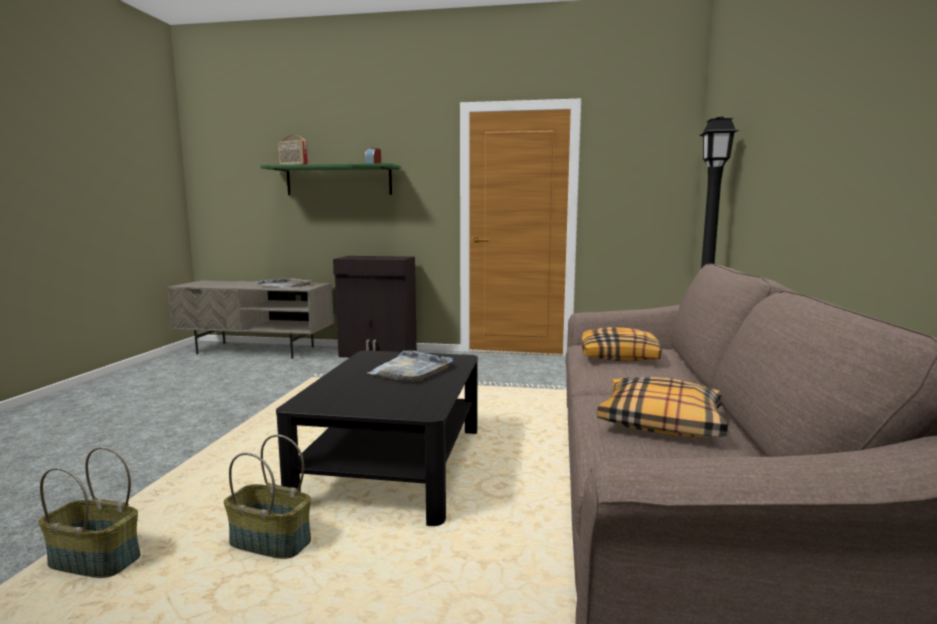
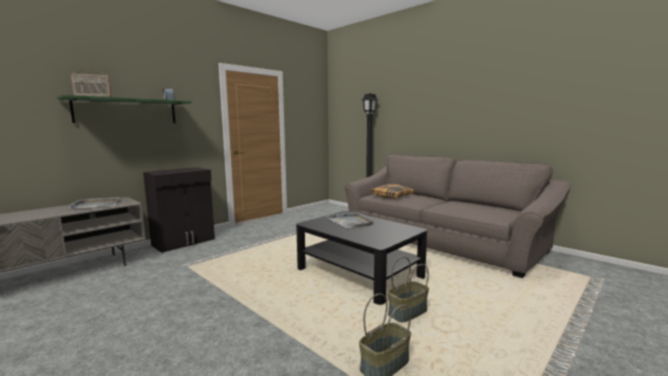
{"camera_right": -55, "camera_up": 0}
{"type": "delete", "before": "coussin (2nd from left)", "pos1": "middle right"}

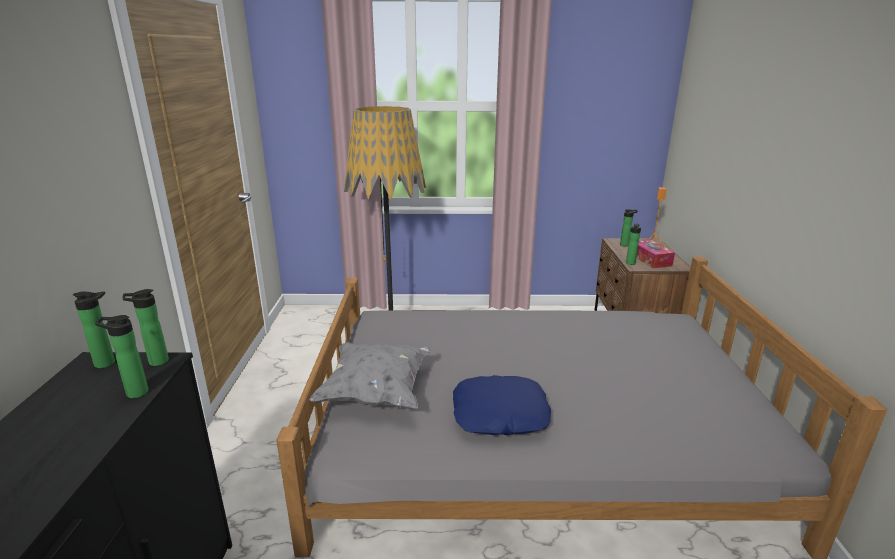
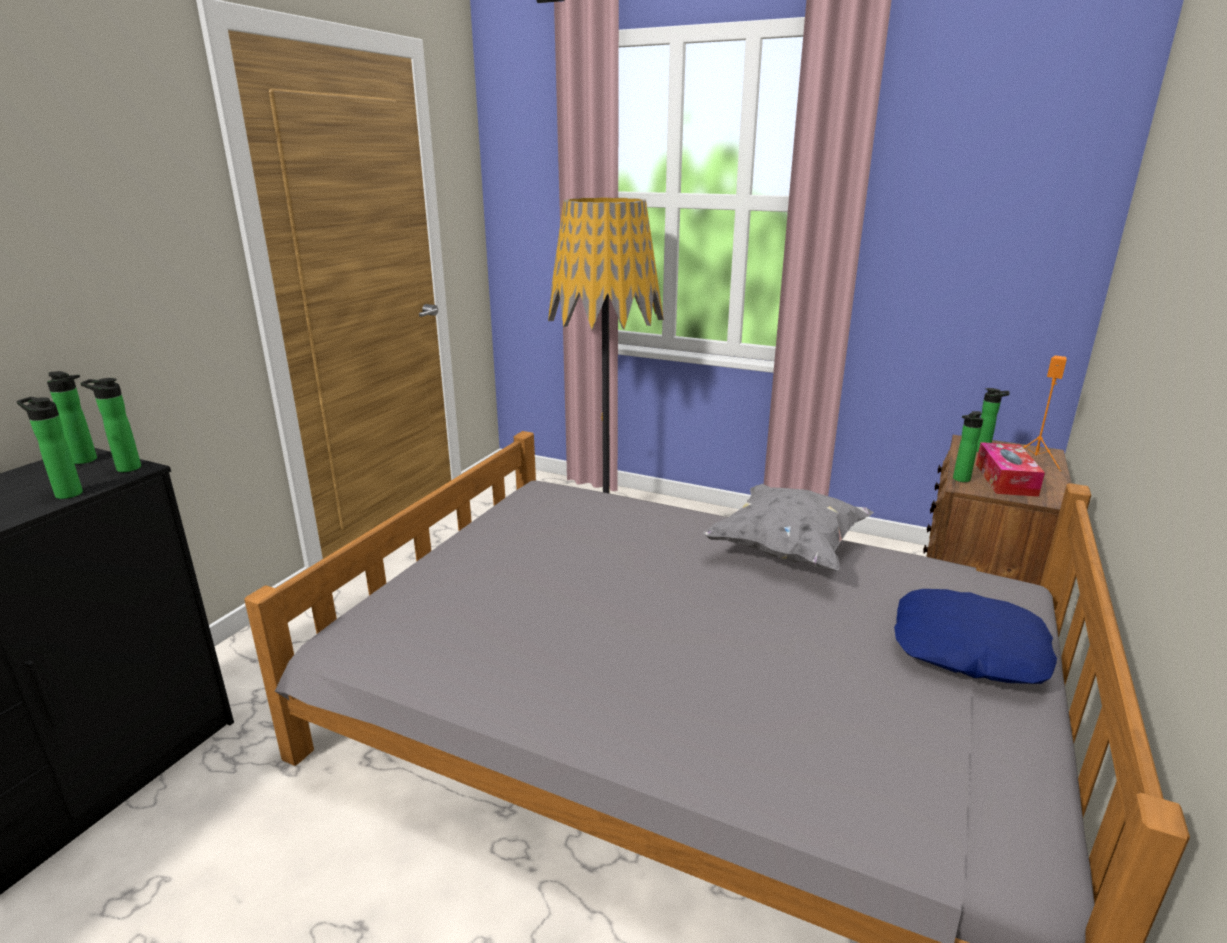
{"camera_right": 25, "camera_up": 0}
{"type": "move", "before": "coussin (gris)", "pos1": "bottom centre", "pos2": "centre"}
{"type": "move", "before": "coussin (bleu)", "pos1": "bottom centre", "pos2": "bottom right"}

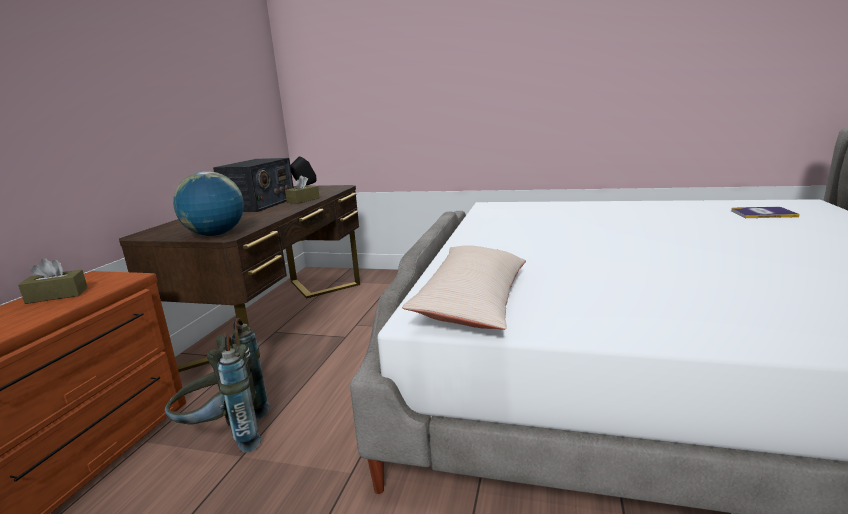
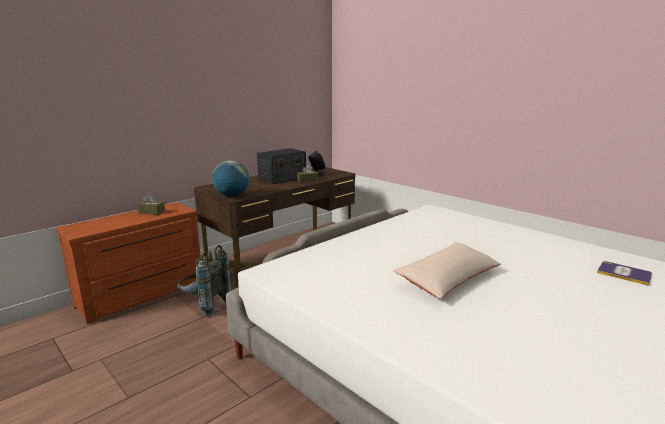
{"camera_right": 30, "camera_up": 0}
{"type": "move", "before": "coussin (beige)", "pos1": "centre", "pos2": "middle right"}

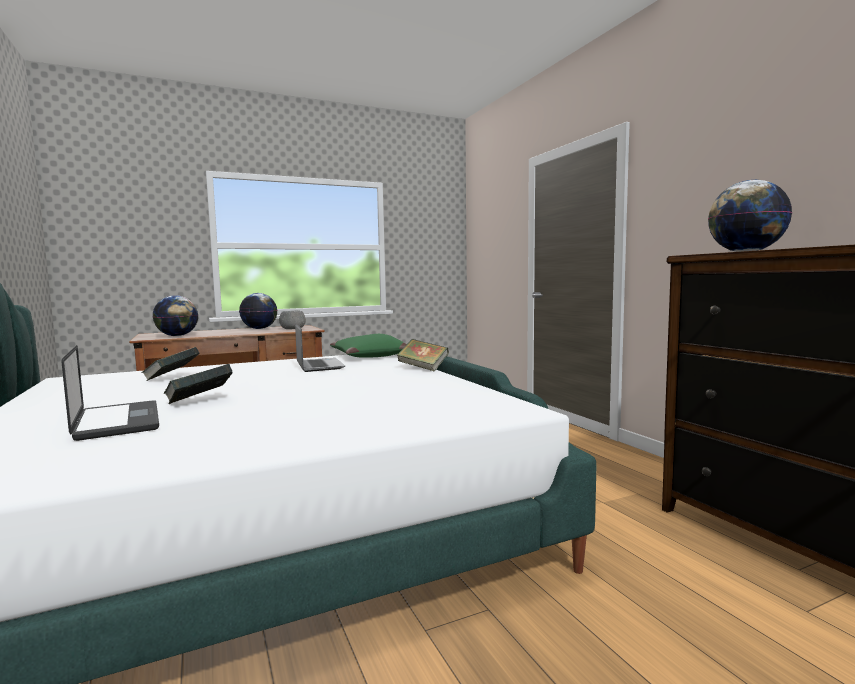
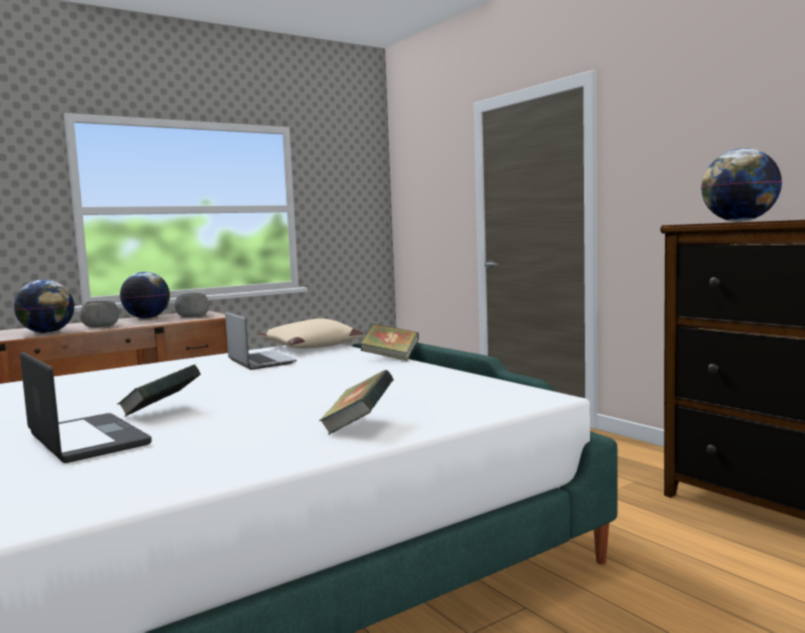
{"camera_right": -10, "camera_up": 0}
{"type": "insert", "after": "bol (gris) (1st from left)", "pos2": "middle left"}
{"type": "move", "before": "livre (1st from left in the first image)", "after": "livre (2nd from left)", "pos1": "middle left", "pos2": "centre"}
{"type": "recolor", "before": "coussin (vert)", "after": "coussin (beige)", "pos1": "centre", "pos2": "centre"}

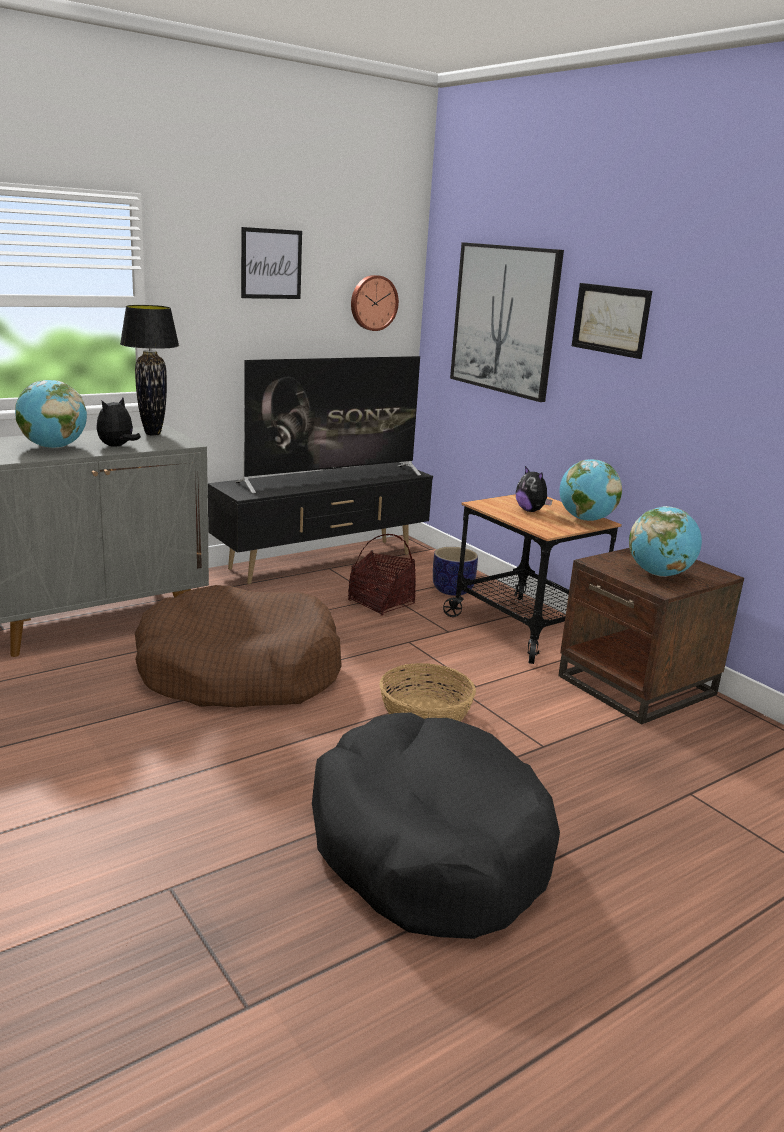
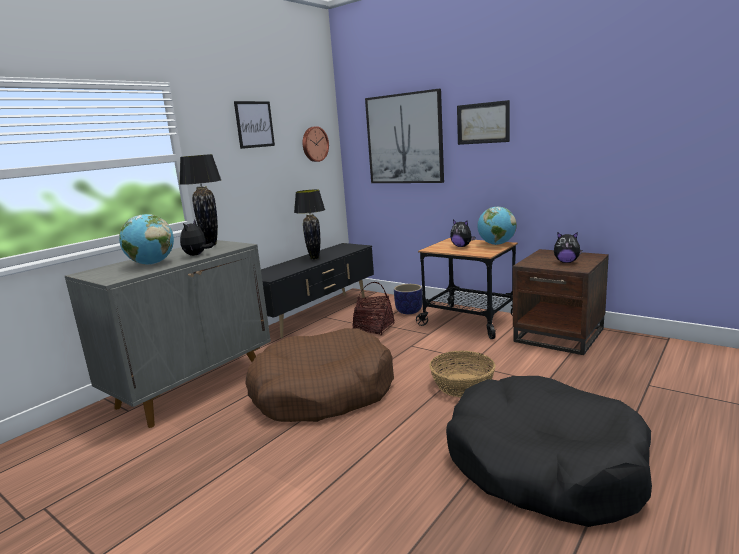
{"camera_right": -15, "camera_up": -5}
{"type": "replace", "before": "téléviseur", "after": "lampe de table (noir) (2nd from left)", "pos1": "centre", "pos2": "centre"}
{"type": "replace", "before": "globe (3rd from left)", "after": "peluche (3rd from left)", "pos1": "middle right", "pos2": "middle right"}

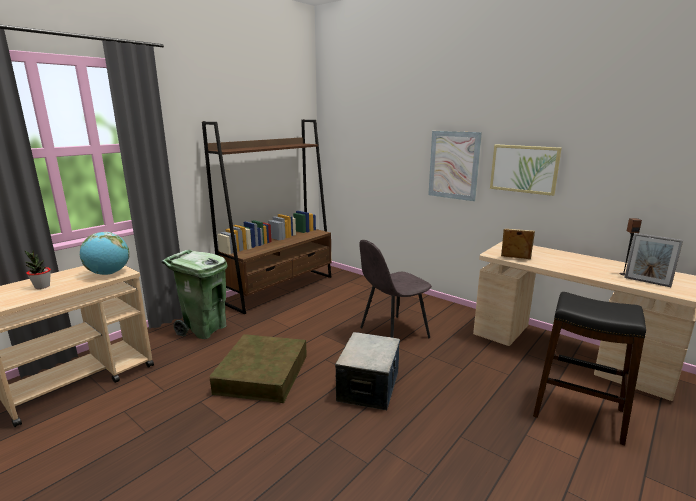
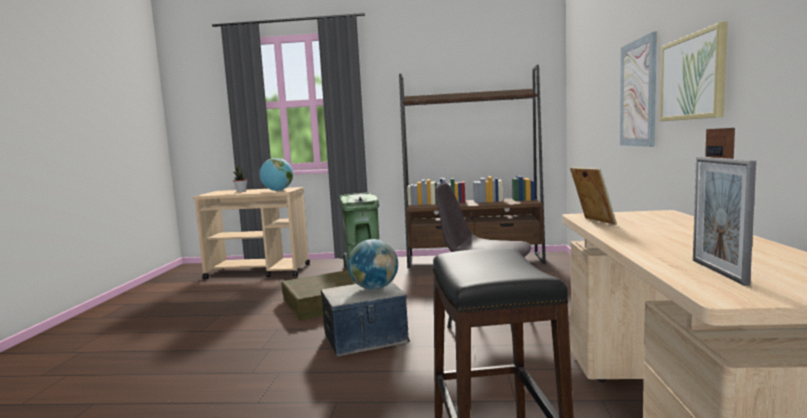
{"camera_right": 55, "camera_up": -10}
{"type": "insert", "after": "globe (2nd from left)", "pos2": "centre"}

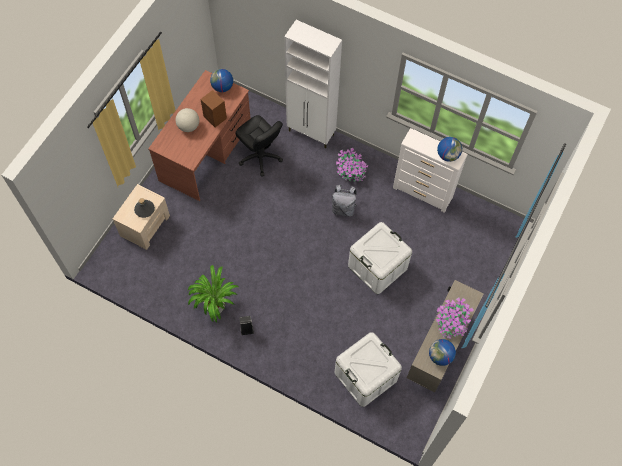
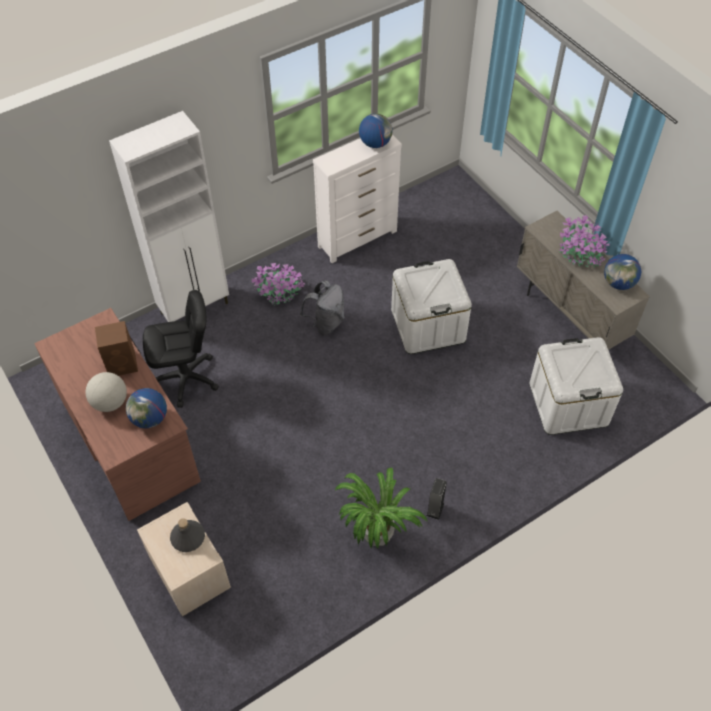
{"camera_right": -60, "camera_up": -10}
{"type": "move", "before": "globe (2nd from left)", "pos1": "top centre", "pos2": "middle left"}

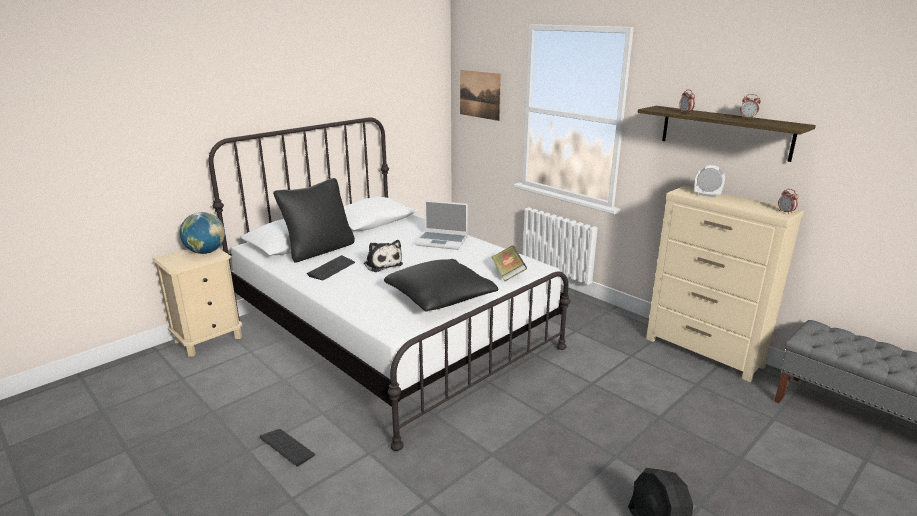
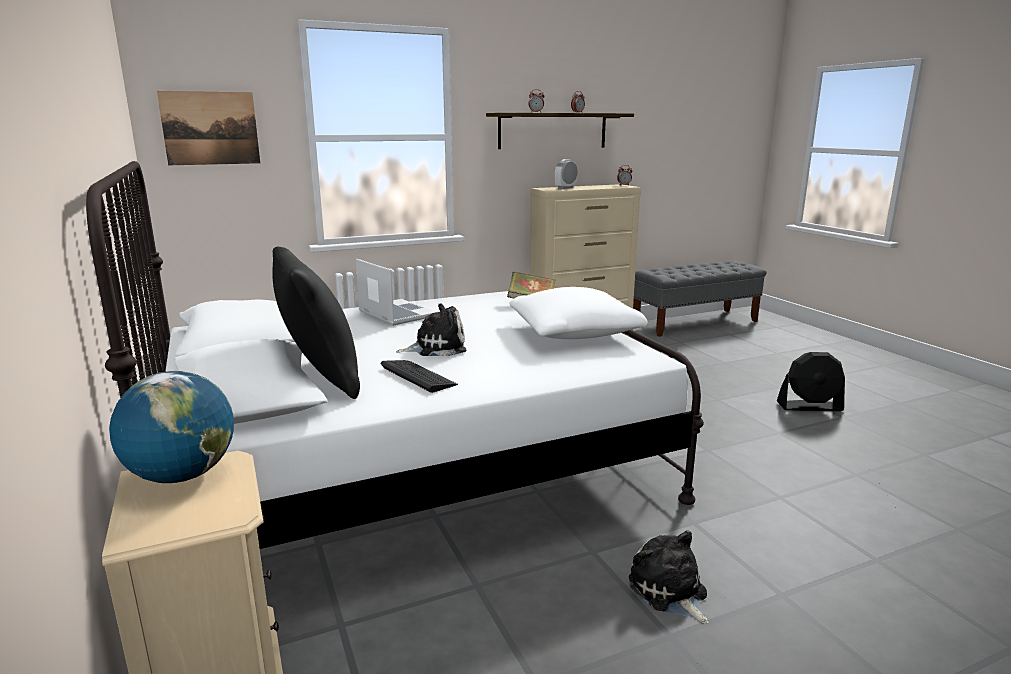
{"camera_right": -70, "camera_up": -5}
{"type": "replace", "before": "clavier (1st from left)", "after": "peluche (2nd from left)", "pos1": "bottom left", "pos2": "bottom centre"}
{"type": "recolor", "before": "coussin (noir) (2nd from left)", "after": "coussin (blanc)", "pos1": "centre", "pos2": "centre"}
{"type": "rotate", "before": "ordinateur portable", "pos1": "centre", "pos2": "centre", "turn": -75}

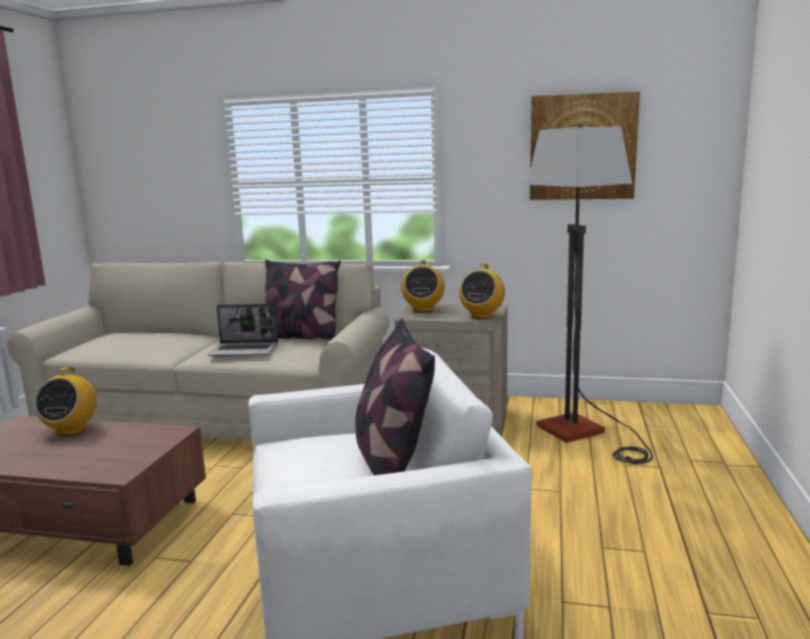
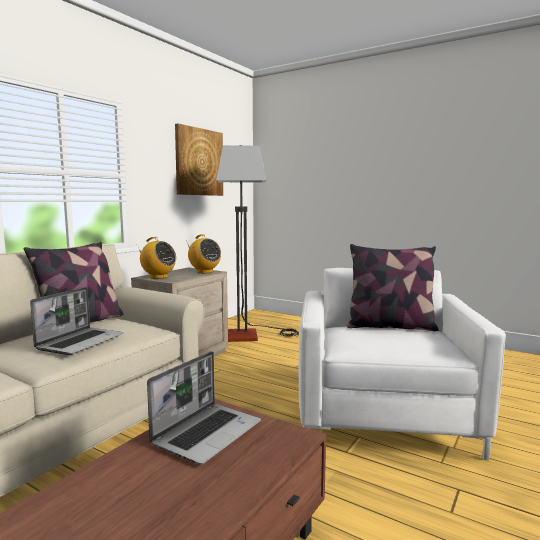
{"camera_right": -70, "camera_up": -5}
{"type": "delete", "before": "radio (1st from left)", "pos1": "middle left"}
{"type": "insert", "after": "ordinateur portable (2nd from left)", "pos2": "bottom centre"}

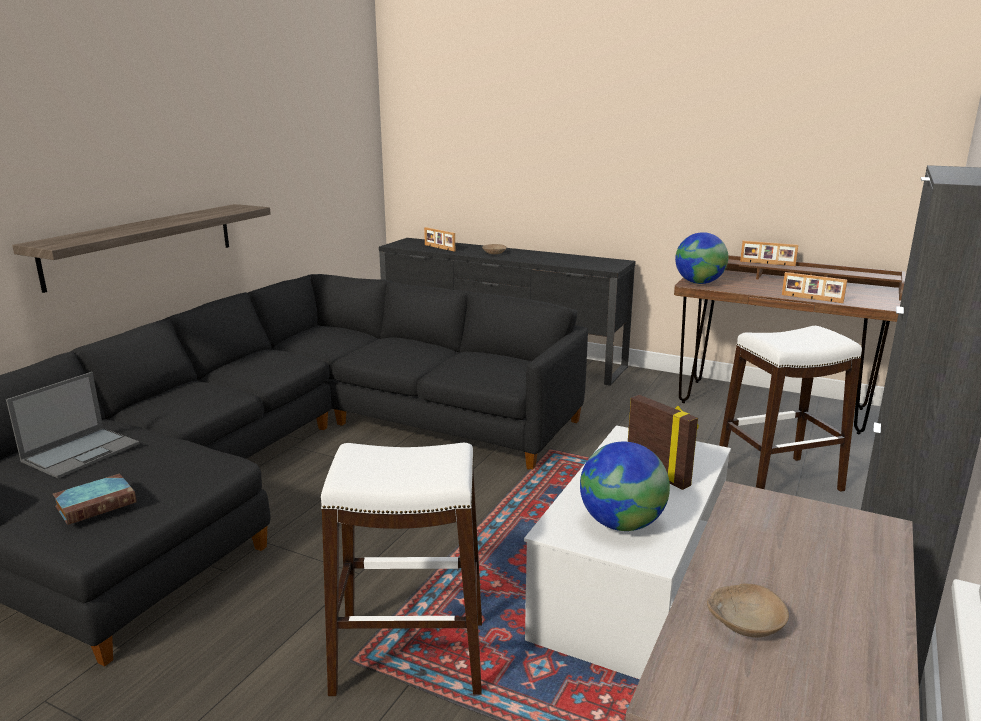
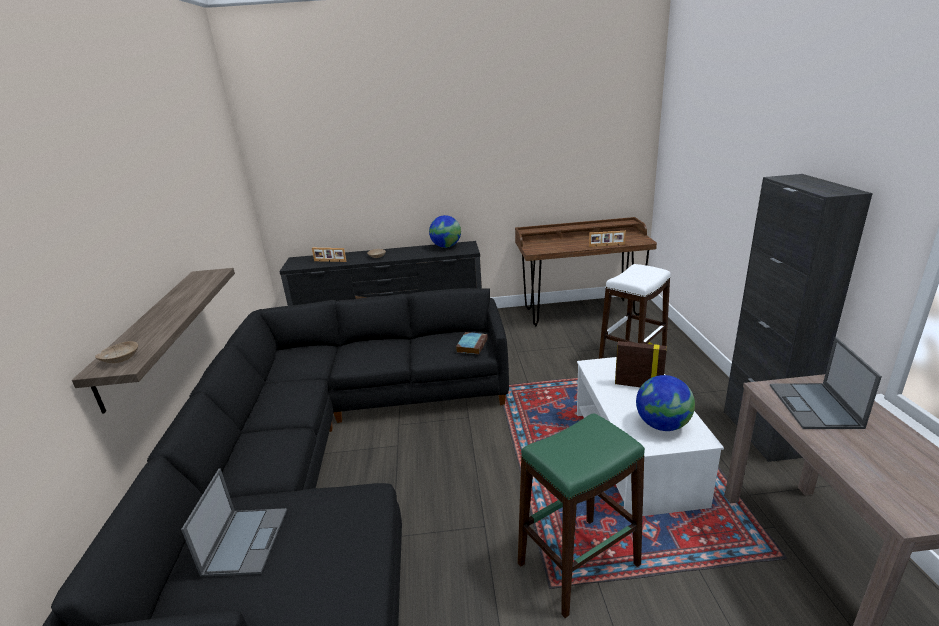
{"camera_right": -30, "camera_up": 5}
{"type": "delete", "before": "cadre photo (3rd from left)", "pos1": "middle right"}
{"type": "insert", "after": "ordinateur portable (2nd from left)", "pos2": "middle right"}
{"type": "move", "before": "livre", "pos1": "bottom left", "pos2": "centre"}
{"type": "move", "before": "globe (2nd from left in the first image)", "after": "globe (1st from left)", "pos1": "middle right", "pos2": "centre"}
{"type": "move", "before": "bol (beige) (2nd from left in the first image)", "after": "bol (beige) (1st from left)", "pos1": "bottom right", "pos2": "middle left"}
{"type": "recolor", "before": "tabouret (blanc) (1st from left)", "after": "tabouret (vert)", "pos1": "bottom centre", "pos2": "bottom centre"}

